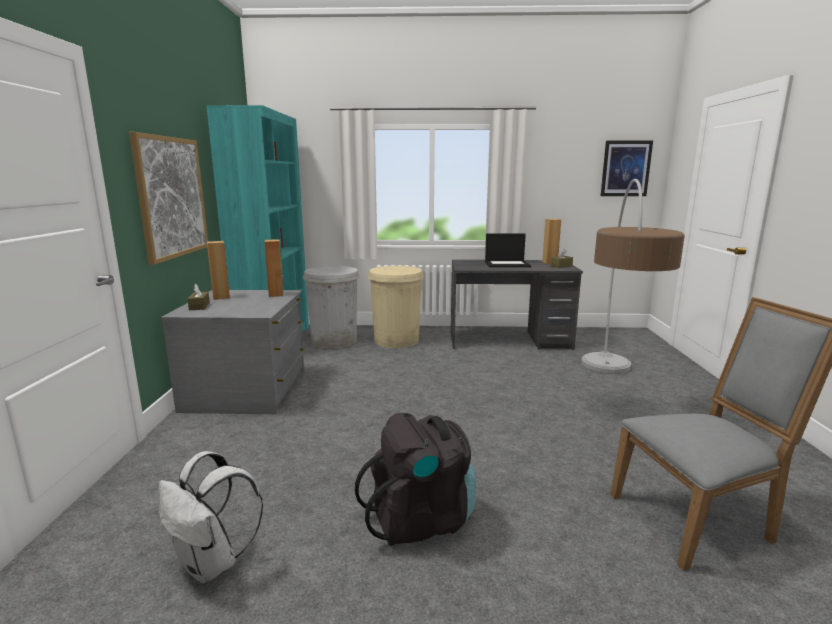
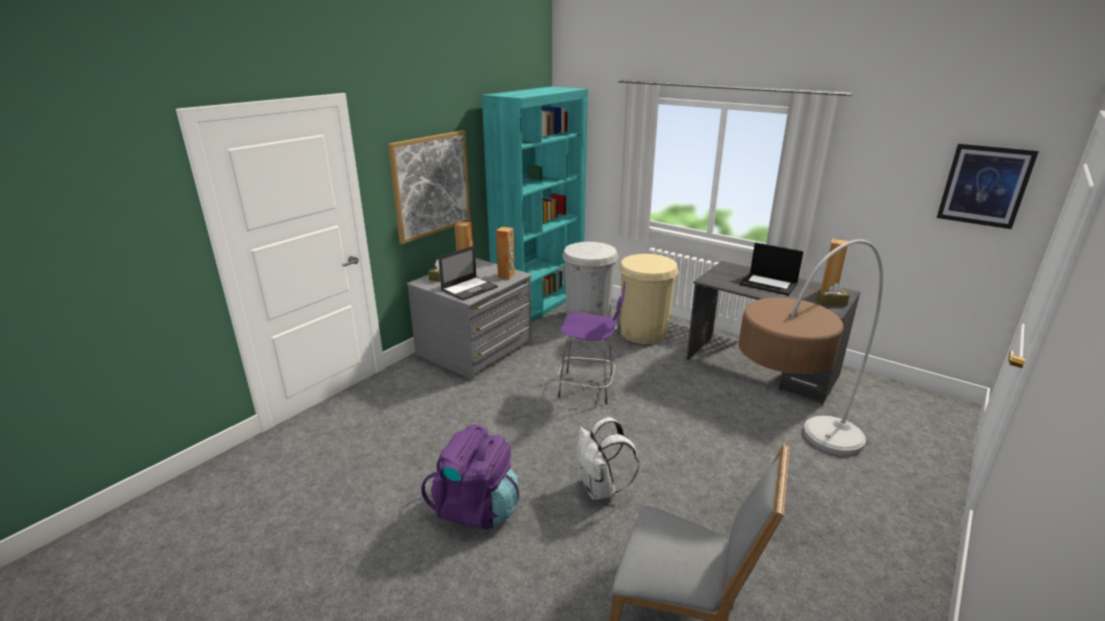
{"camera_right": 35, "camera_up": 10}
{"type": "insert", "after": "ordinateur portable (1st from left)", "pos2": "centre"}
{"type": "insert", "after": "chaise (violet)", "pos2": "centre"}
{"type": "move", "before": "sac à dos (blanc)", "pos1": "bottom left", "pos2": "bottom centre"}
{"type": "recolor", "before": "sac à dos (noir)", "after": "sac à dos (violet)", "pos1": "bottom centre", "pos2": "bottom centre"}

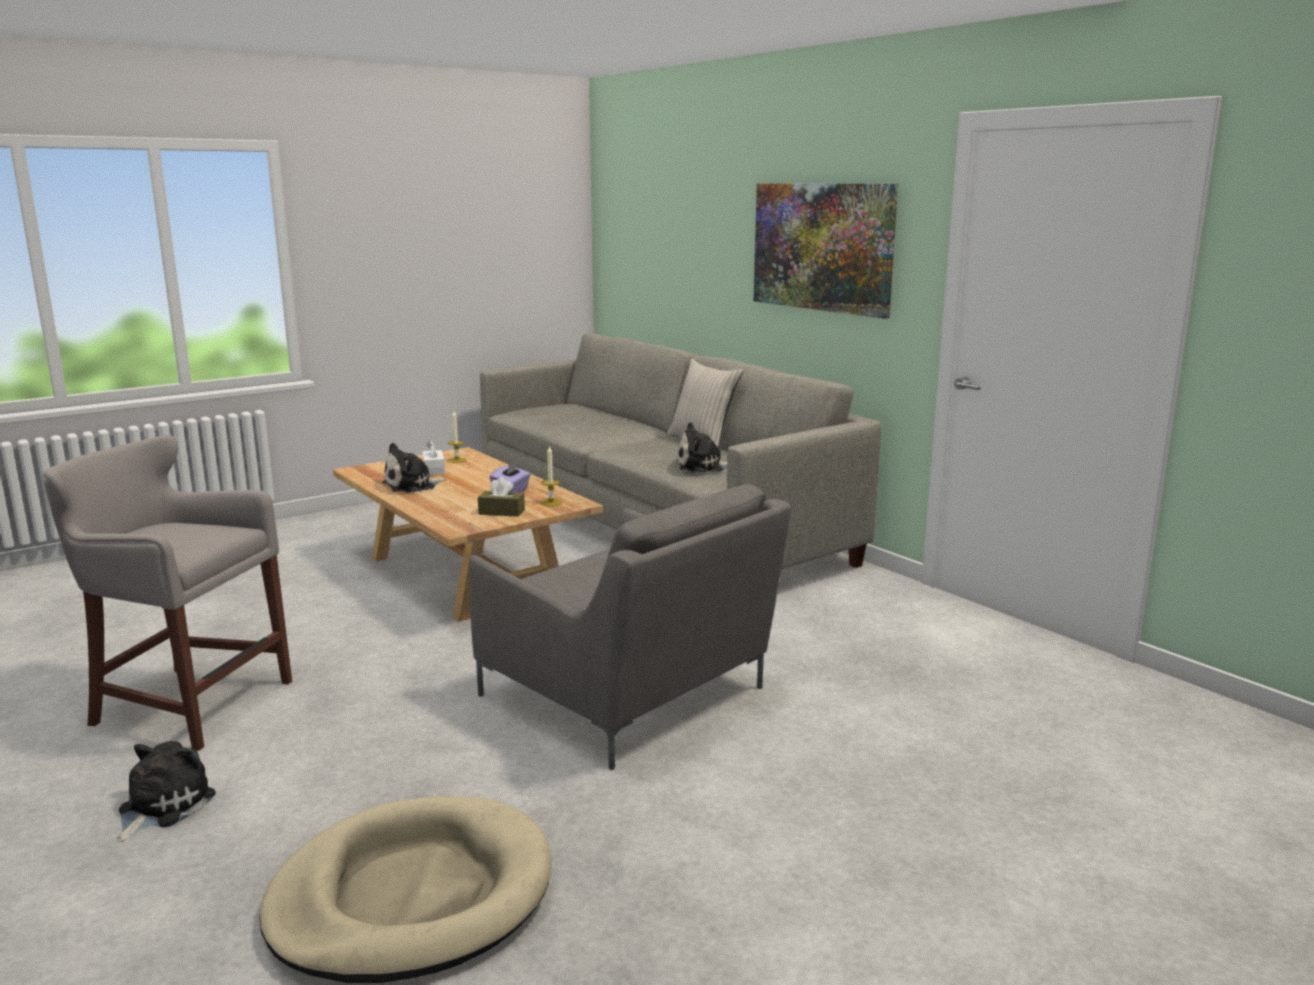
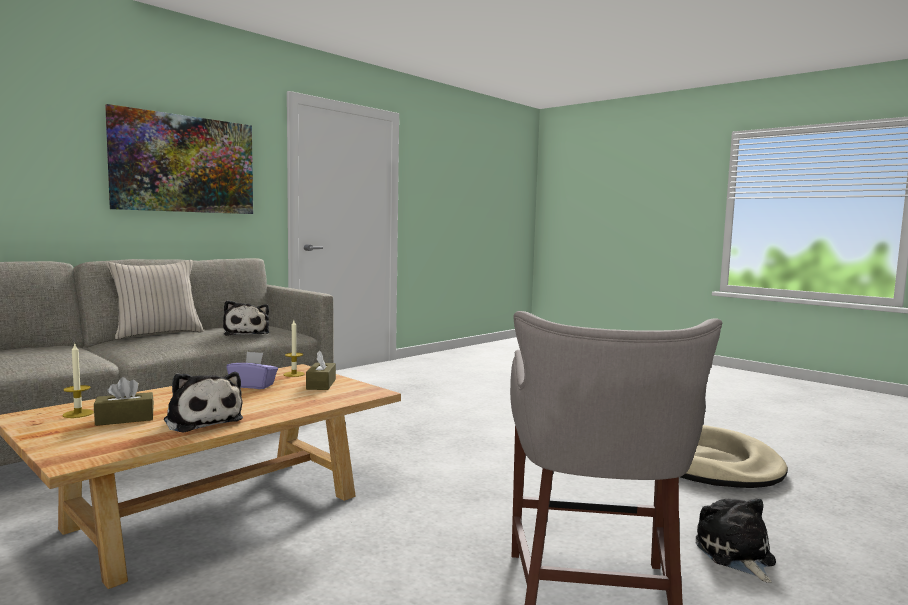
{"camera_right": -100, "camera_up": -10}
{"type": "delete", "before": "fauteuil (gris)", "pos1": "centre"}
{"type": "recolor", "before": "boîte à mouchoirs (blanc)", "after": "boîte à mouchoirs (marron) (1st from left)", "pos1": "middle left", "pos2": "middle left"}
{"type": "rotate", "before": "peluche (1st from left in the first image)", "pos1": "bottom left", "pos2": "bottom right", "turn": 75}

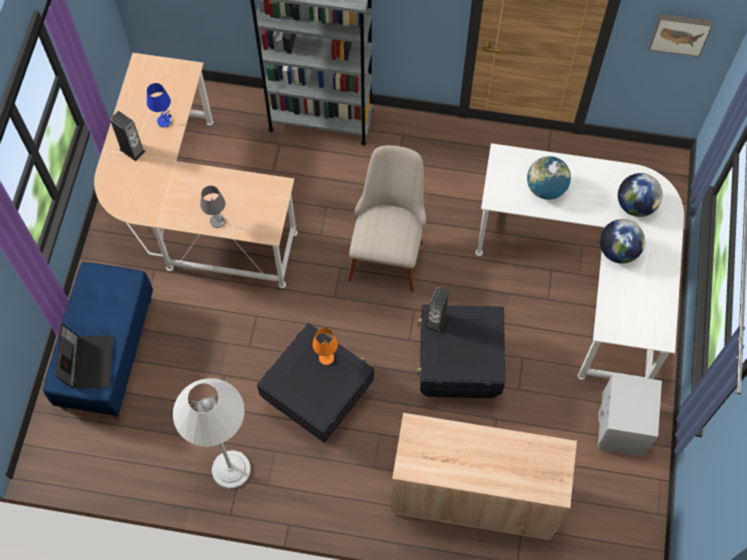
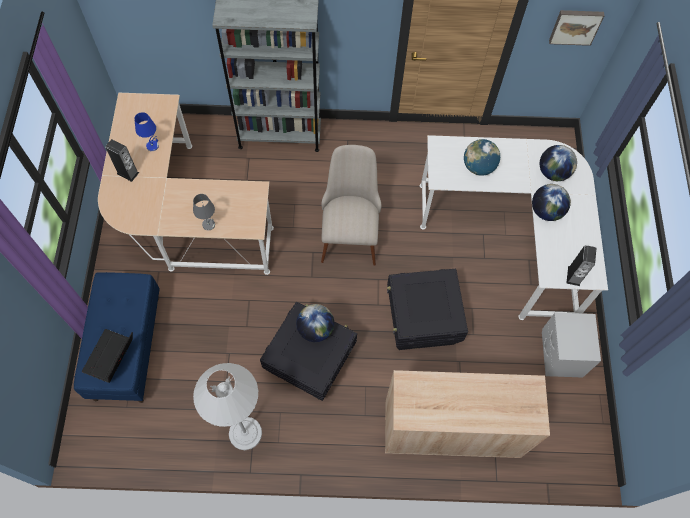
{"camera_right": -10, "camera_up": 0}
{"type": "move", "before": "enceinte (2nd from left)", "pos1": "centre", "pos2": "middle right"}
{"type": "replace", "before": "lampe de table (orange)", "after": "globe (1st from left)", "pos1": "centre", "pos2": "centre"}
{"type": "rotate", "before": "ordinateur portable", "pos1": "middle left", "pos2": "bottom left", "turn": -150}

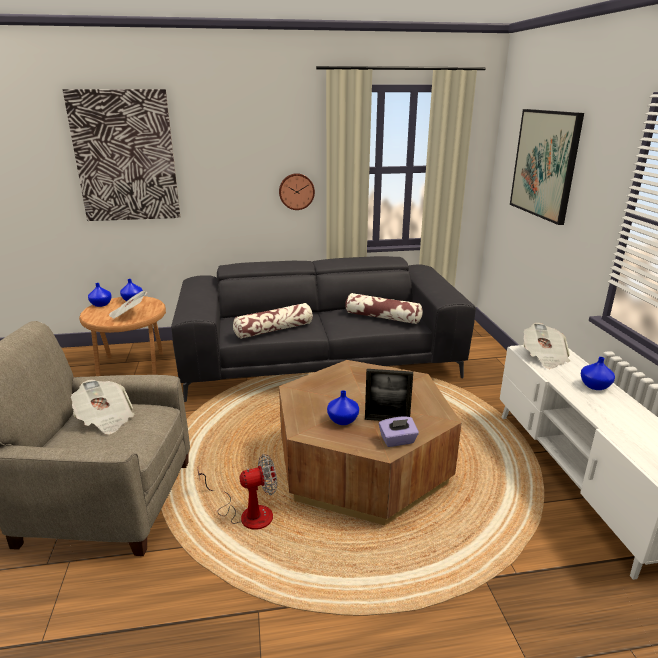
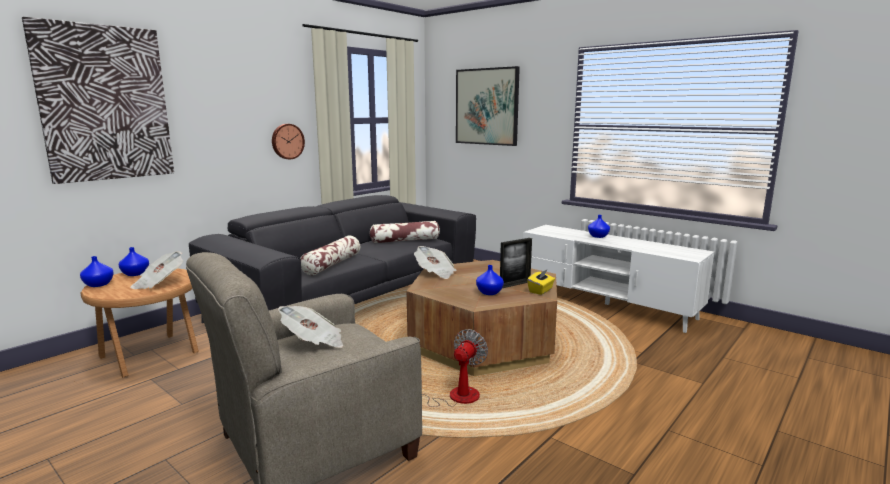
{"camera_right": -40, "camera_up": -10}
{"type": "move", "before": "journal (3rd from left)", "pos1": "middle right", "pos2": "centre"}
{"type": "recolor", "before": "boîte à mouchoirs (violet)", "after": "boîte à mouchoirs (jaune)", "pos1": "centre", "pos2": "centre"}

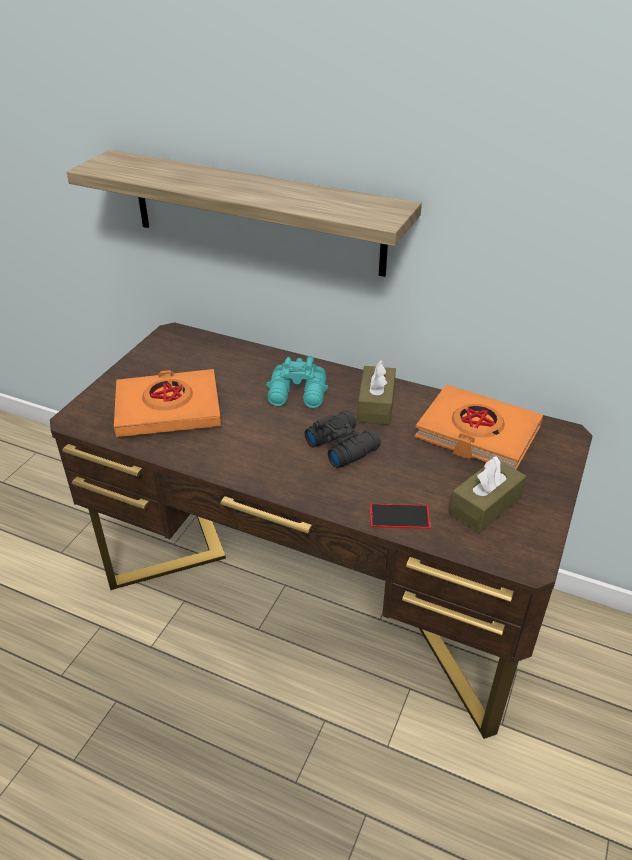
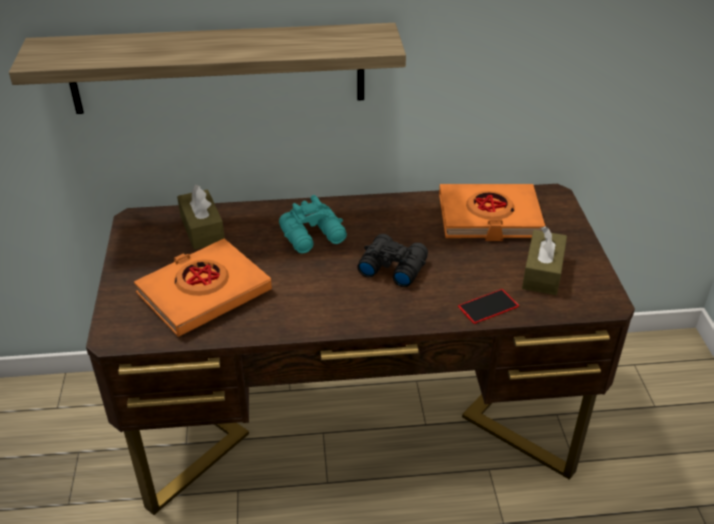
{"camera_right": -30, "camera_up": 0}
{"type": "move", "before": "boîte à mouchoirs (marron) (1st from left)", "pos1": "centre", "pos2": "middle left"}

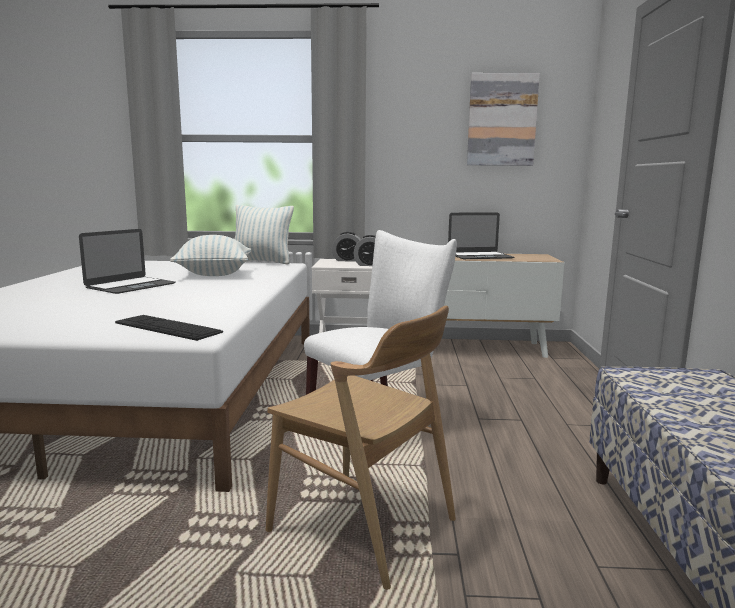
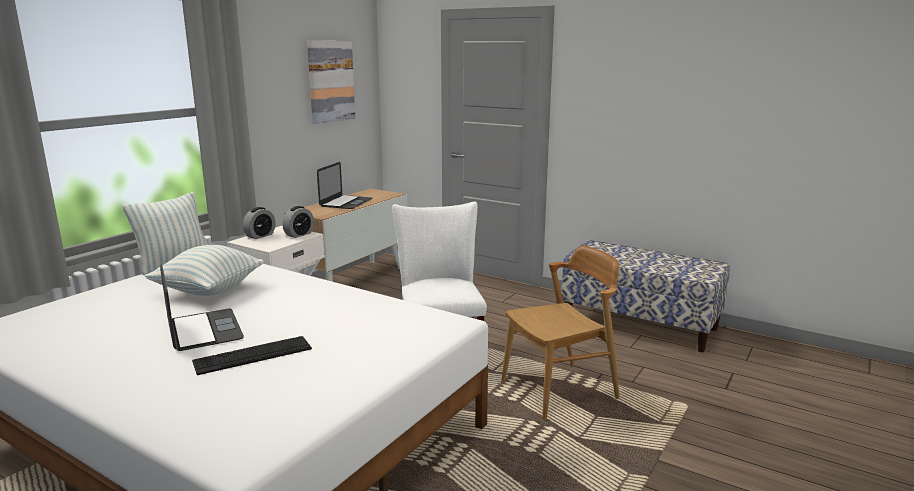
{"camera_right": -60, "camera_up": 5}
{"type": "move", "before": "clavier", "pos1": "middle left", "pos2": "bottom left"}

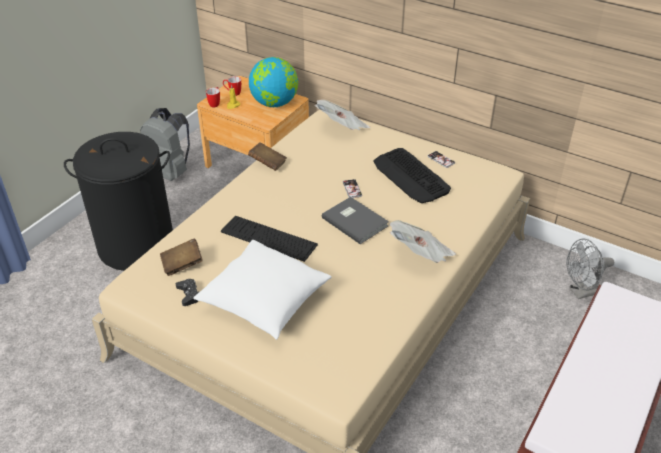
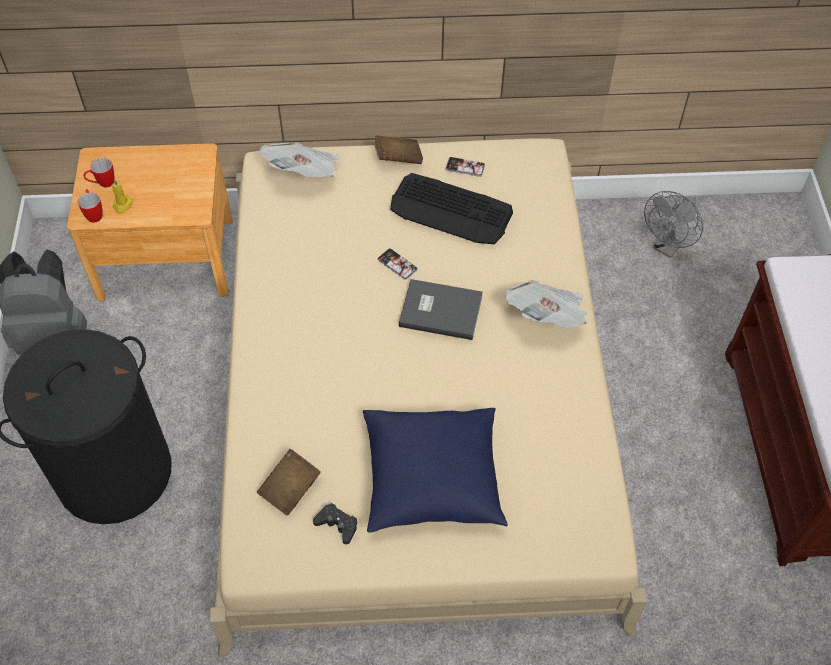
{"camera_right": -35, "camera_up": 15}
{"type": "delete", "before": "clavier (1st from left)", "pos1": "centre"}
{"type": "delete", "before": "globe", "pos1": "top centre"}
{"type": "move", "before": "livre (marron) (2nd from left)", "pos1": "centre", "pos2": "top centre"}
{"type": "recolor", "before": "coussin (blanc)", "after": "coussin (bleu)", "pos1": "centre", "pos2": "bottom centre"}

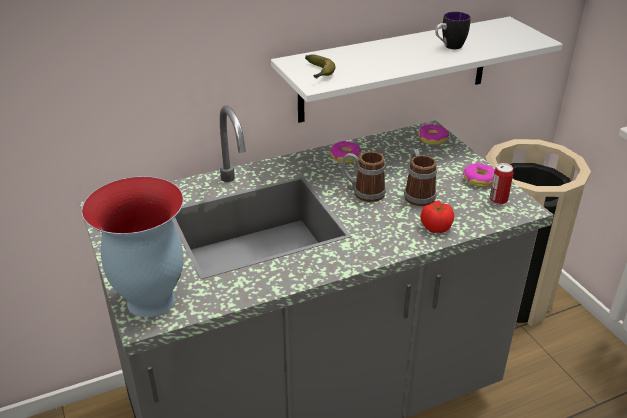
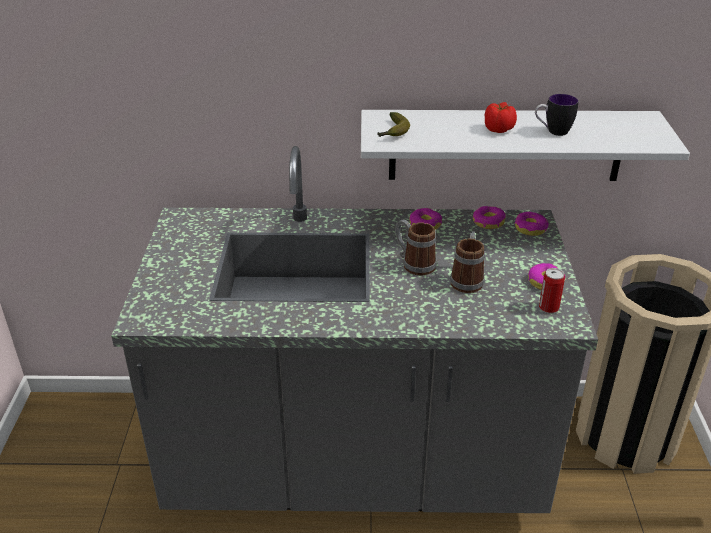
{"camera_right": 25, "camera_up": 0}
{"type": "delete", "before": "vase", "pos1": "middle left"}
{"type": "insert", "after": "beignet (2nd from left)", "pos2": "middle right"}
{"type": "move", "before": "tomate", "pos1": "middle right", "pos2": "top right"}

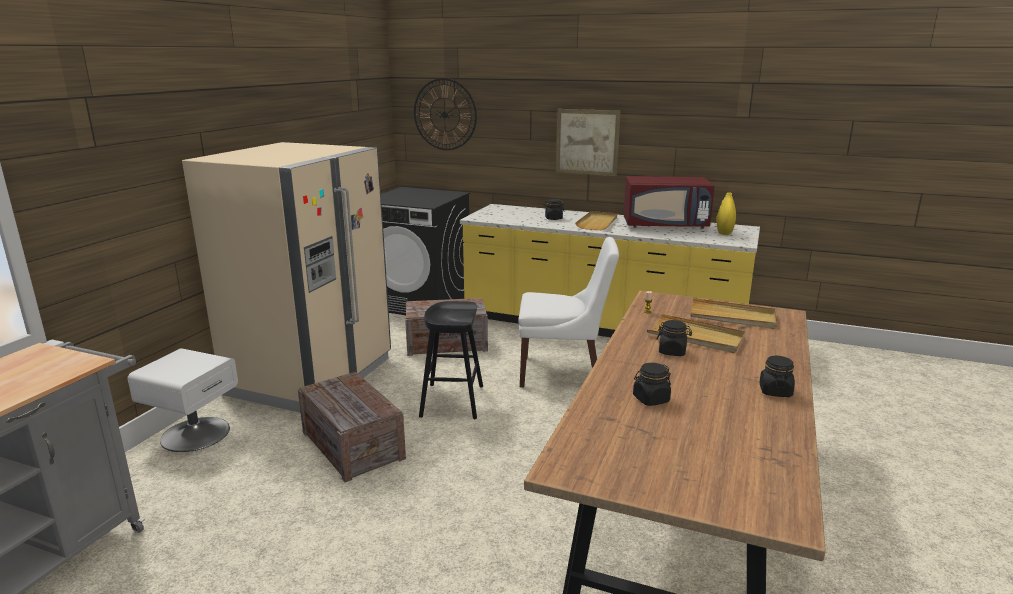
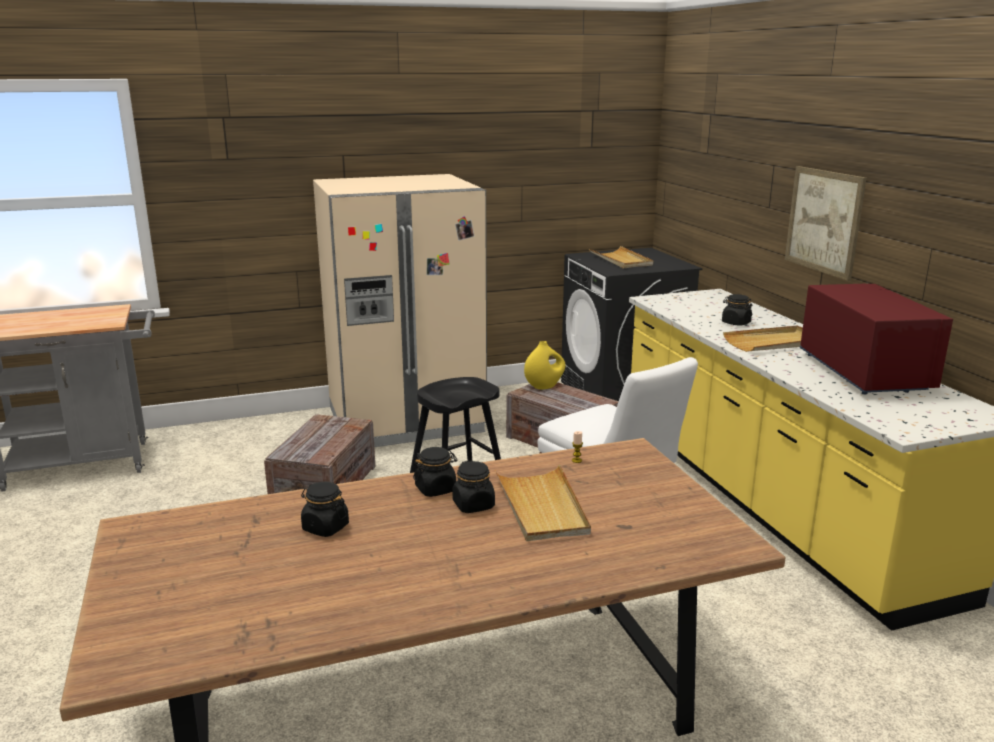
{"camera_right": 50, "camera_up": 0}
{"type": "delete", "before": "table de chevet (blanc)", "pos1": "bottom left"}
{"type": "delete", "before": "horloge murale", "pos1": "top centre"}
{"type": "move", "before": "plateau (beige) (3rd from left in the first image)", "after": "plateau (beige) (2nd from left)", "pos1": "middle right", "pos2": "centre"}
{"type": "move", "before": "vase (jaune)", "pos1": "middle right", "pos2": "centre"}
{"type": "move", "before": "bocal (noir) (4th from left in the first image)", "after": "bocal (noir) (2nd from left)", "pos1": "middle right", "pos2": "centre"}
{"type": "rotate", "before": "micro-ondes (rouge)", "pos1": "centre", "pos2": "middle right", "turn": -150}

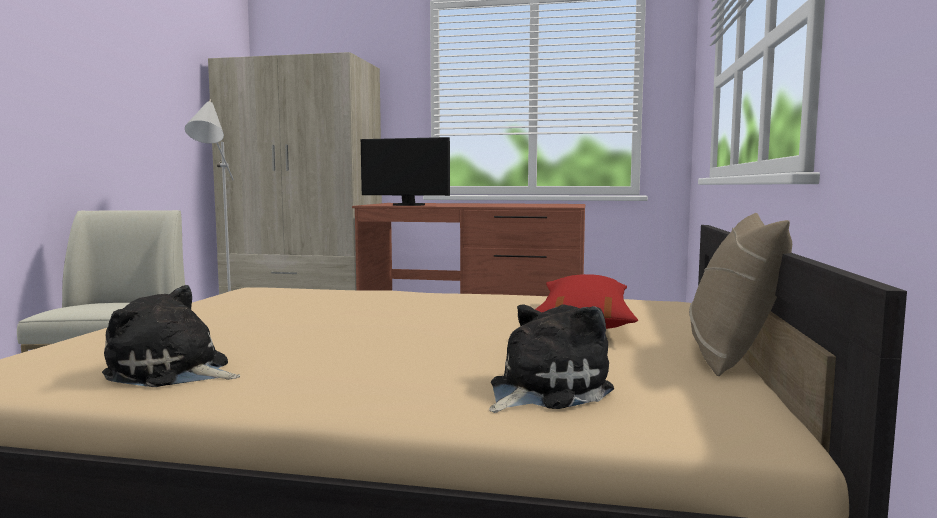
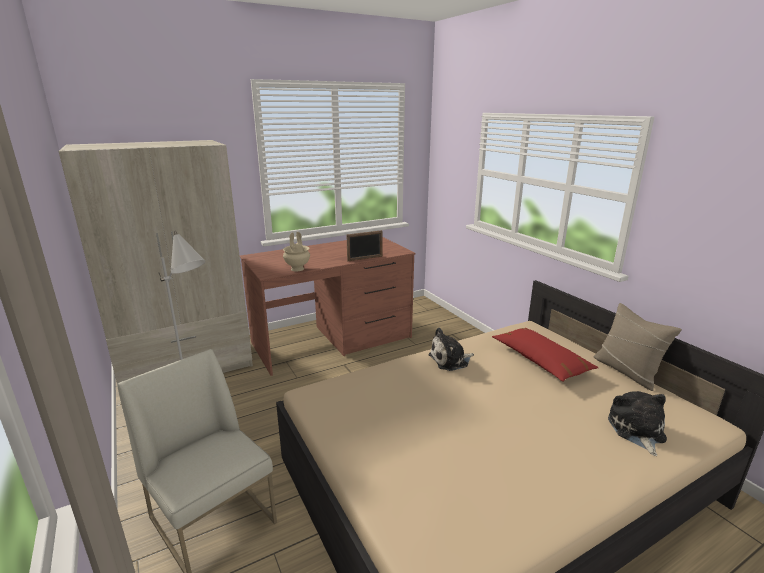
{"camera_right": -40, "camera_up": 15}
{"type": "insert", "after": "cadre photo", "pos2": "centre"}
{"type": "move", "before": "peluche (1st from left)", "pos1": "middle left", "pos2": "centre"}
{"type": "replace", "before": "écran d'ordinateur", "after": "vase (beige)", "pos1": "top centre", "pos2": "centre"}

